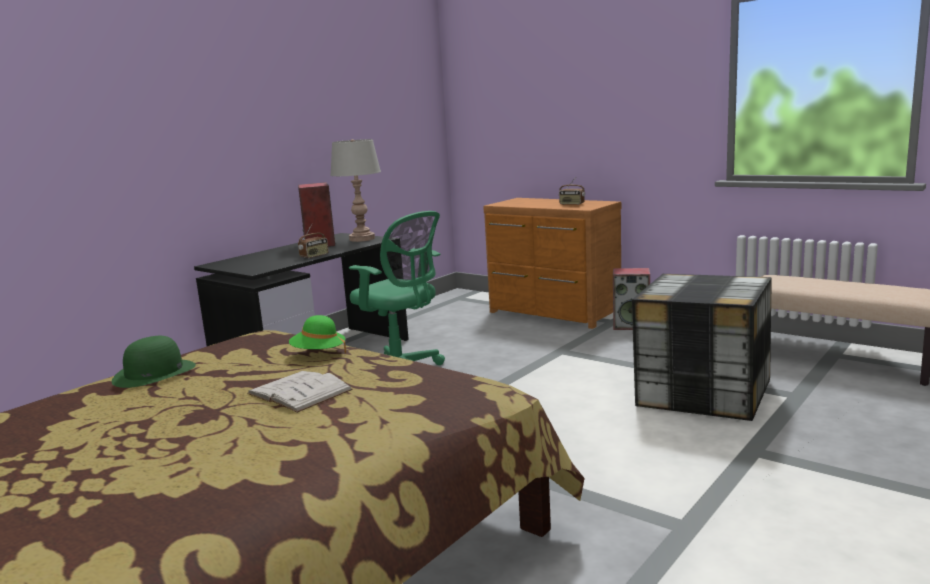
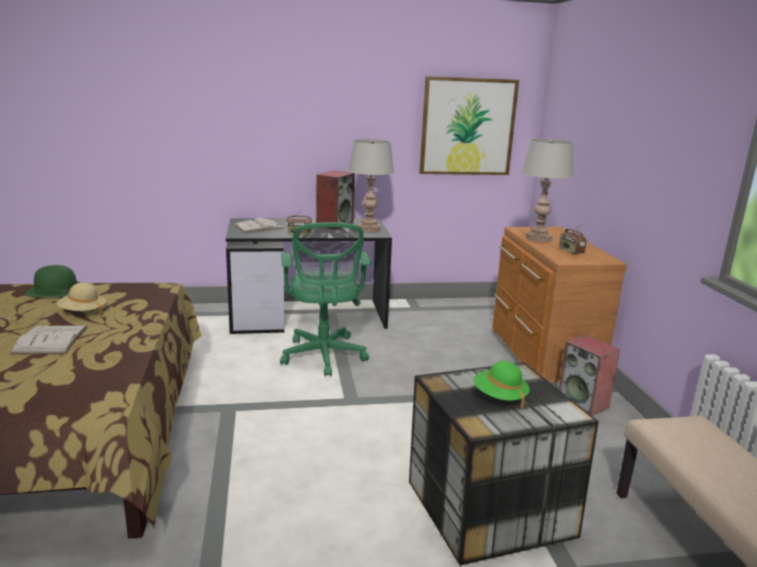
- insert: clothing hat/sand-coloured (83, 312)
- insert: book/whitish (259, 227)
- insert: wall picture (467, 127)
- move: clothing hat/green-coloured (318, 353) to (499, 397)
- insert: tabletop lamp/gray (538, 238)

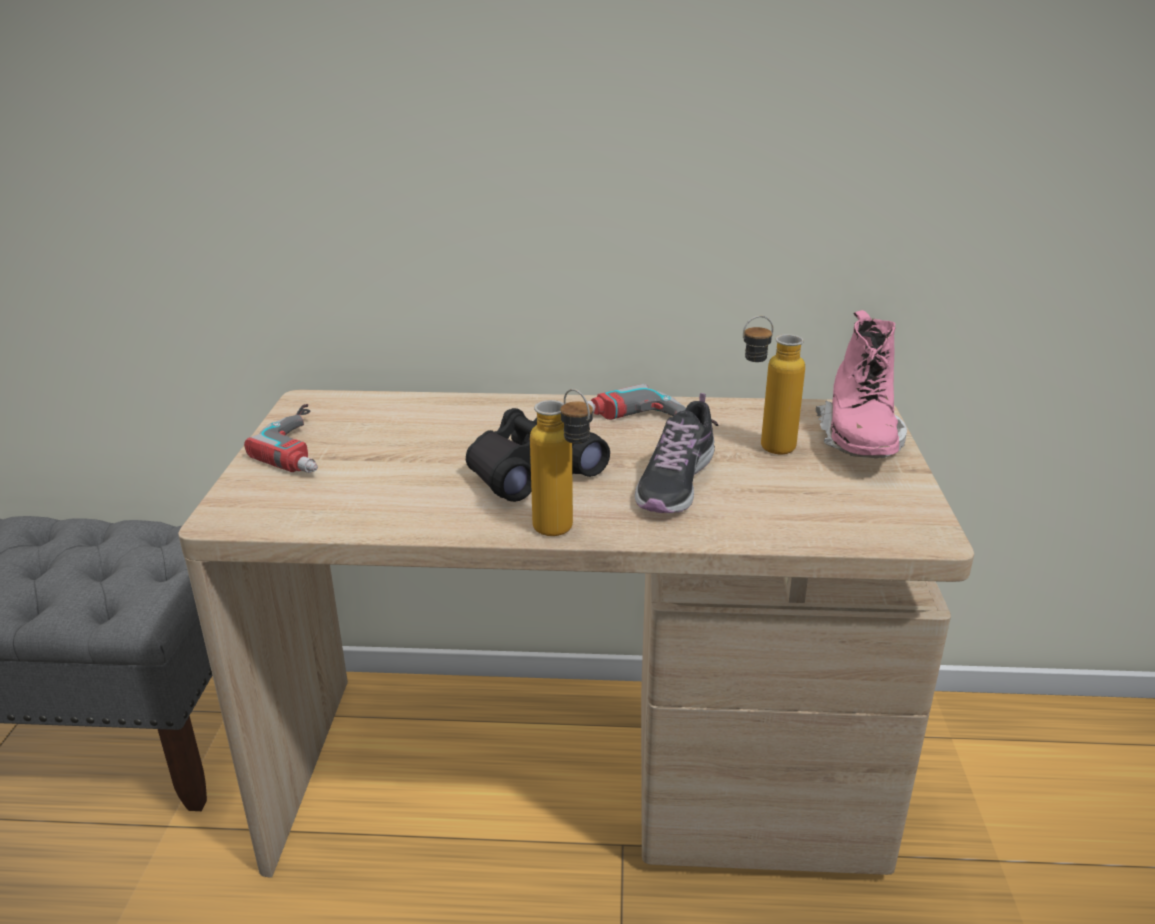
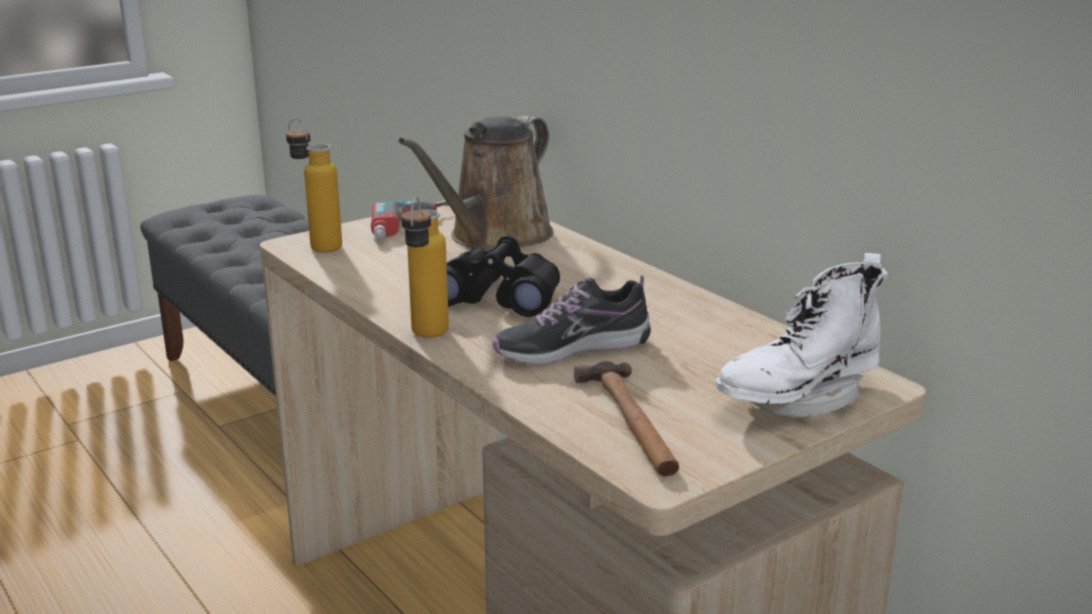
- move: drink bottle (764, 449) to (317, 245)
- insert: watering pot/brown-coloured (494, 237)
- insert: hand hammer (630, 422)
- recolor: tall boot/pink-coloured (859, 442) to tall boot/whitish (797, 399)
- delete: electric drill (643, 425)

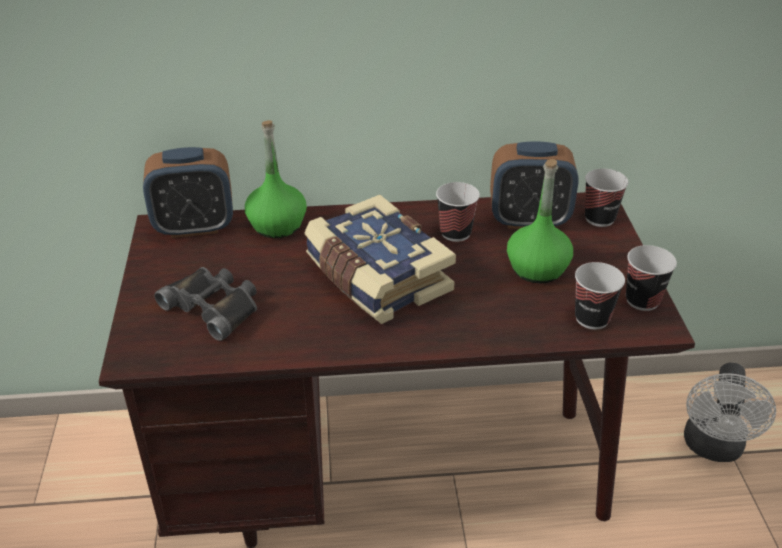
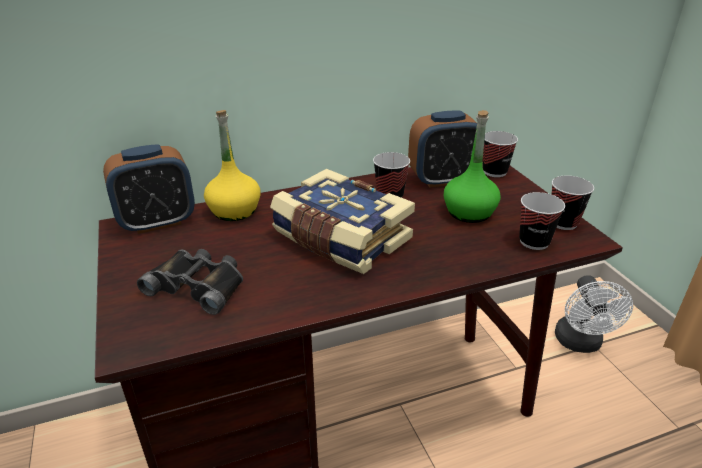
- recolor: drink bottle/green-coloured (277, 225) to drink bottle/yellowish (234, 211)

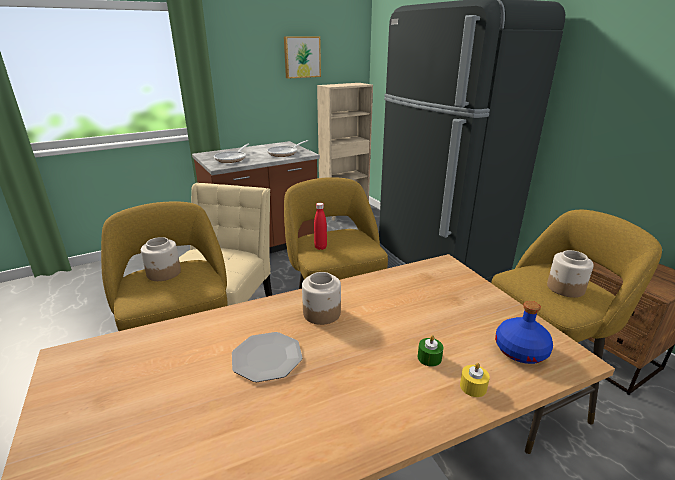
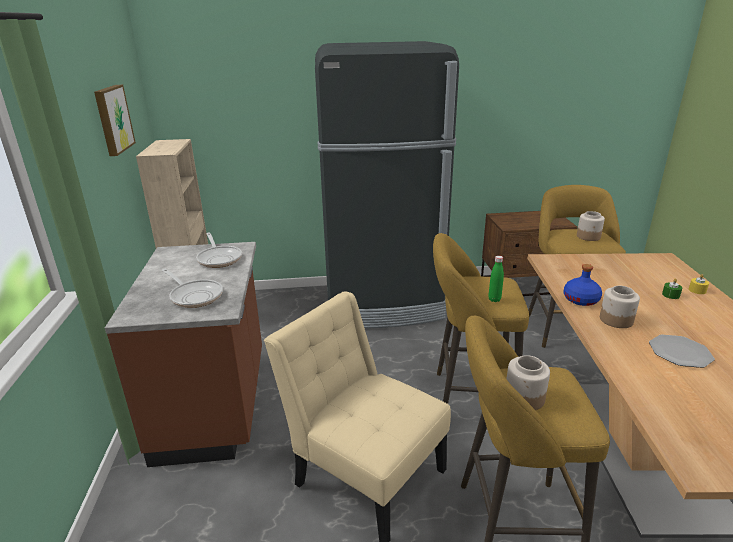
- recolor: drink bottle/red (320, 247) to drink bottle/green-coloured (494, 299)
- move: drink bottle/blue-coloured (521, 351) to (581, 300)

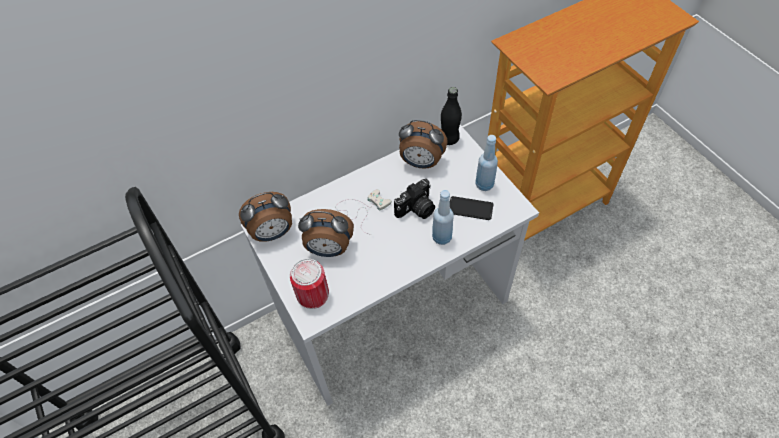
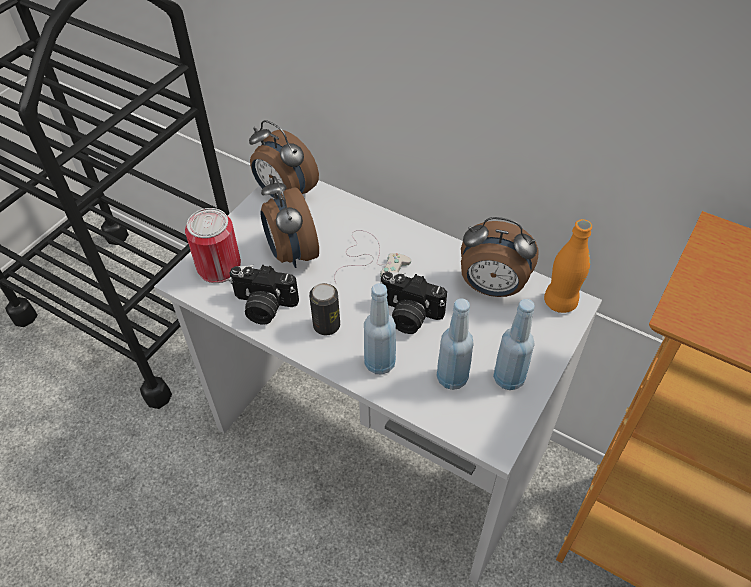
- insert: still camera (263, 307)
- insert: metal can (326, 325)
- replace: handset (470, 208) to drink bottle/blue-coloured (452, 378)
- rotate: table clock (421, 163) = (492, 288) 60 degrees counterclockwise
- recolor: drink bottle/blackish (449, 139) to drink bottle/orange-coloured (560, 302)

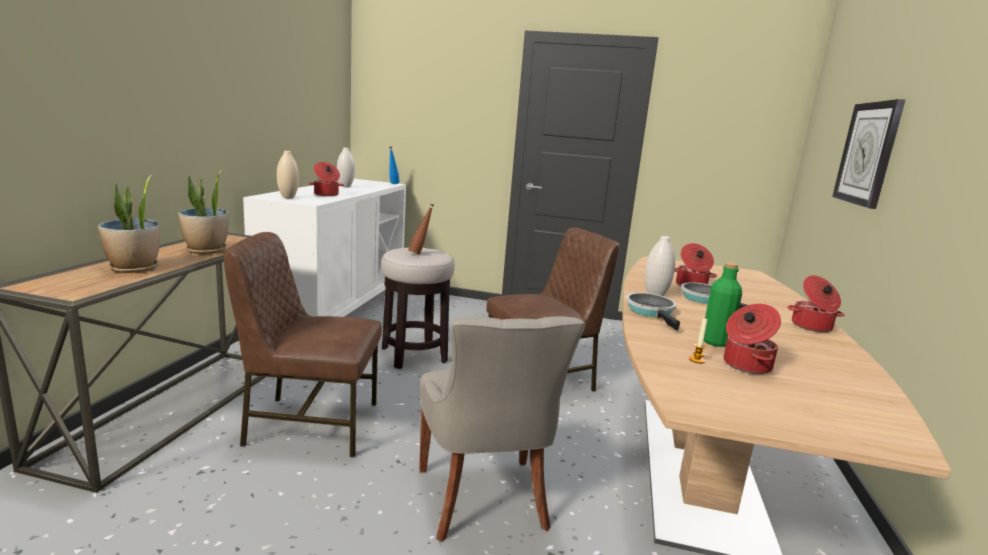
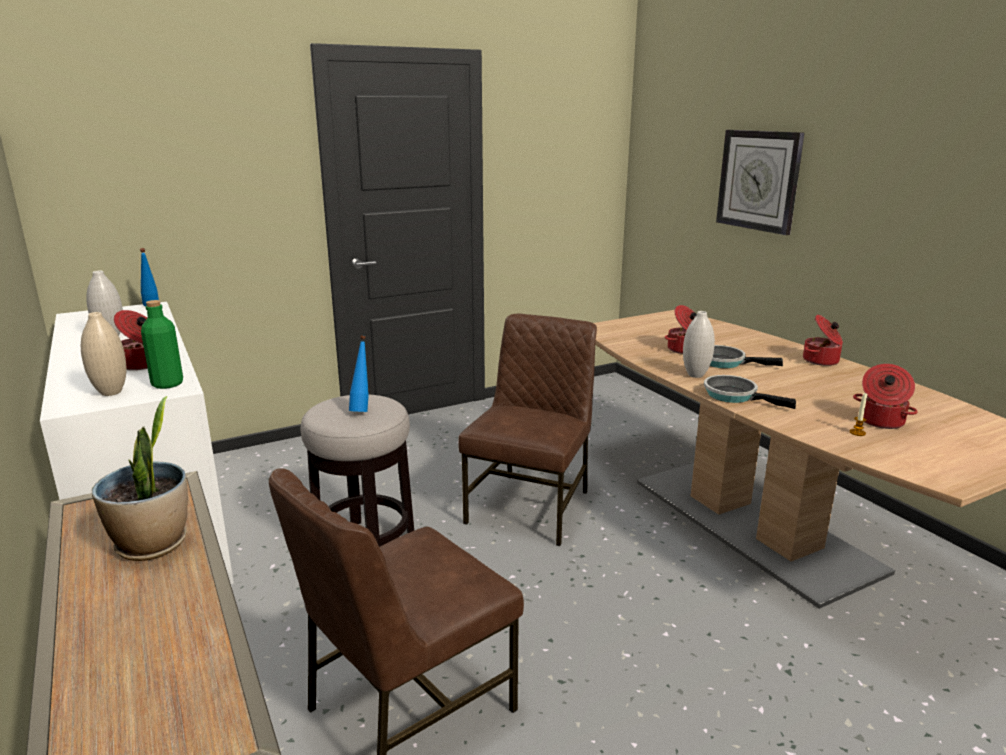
- move: drink bottle/green-coloured (715, 342) to (167, 384)
- recolor: drink bottle/brown-coloured (420, 253) to drink bottle/blue-coloured (362, 410)
- delete: potted plant (134, 268)
- delete: plain chair/gray (483, 500)

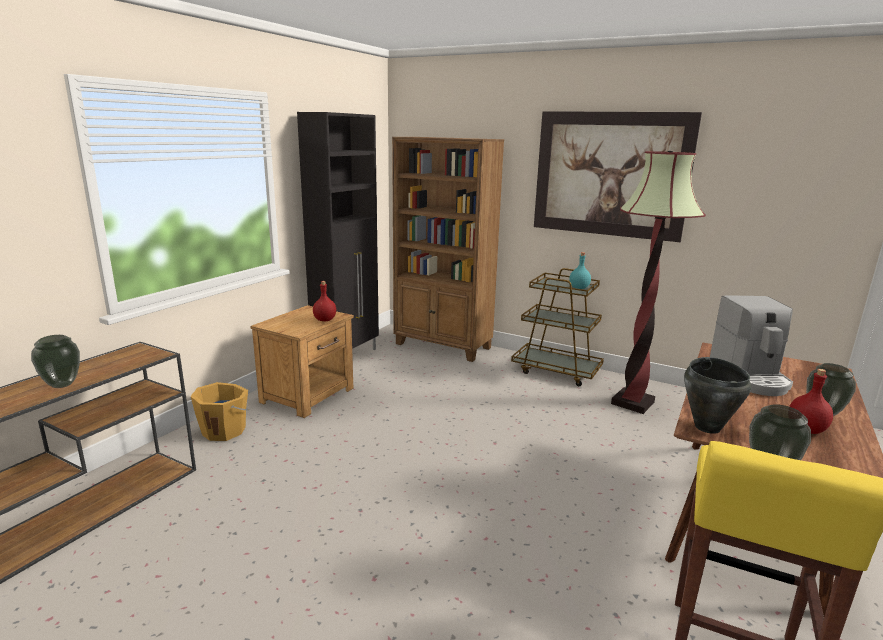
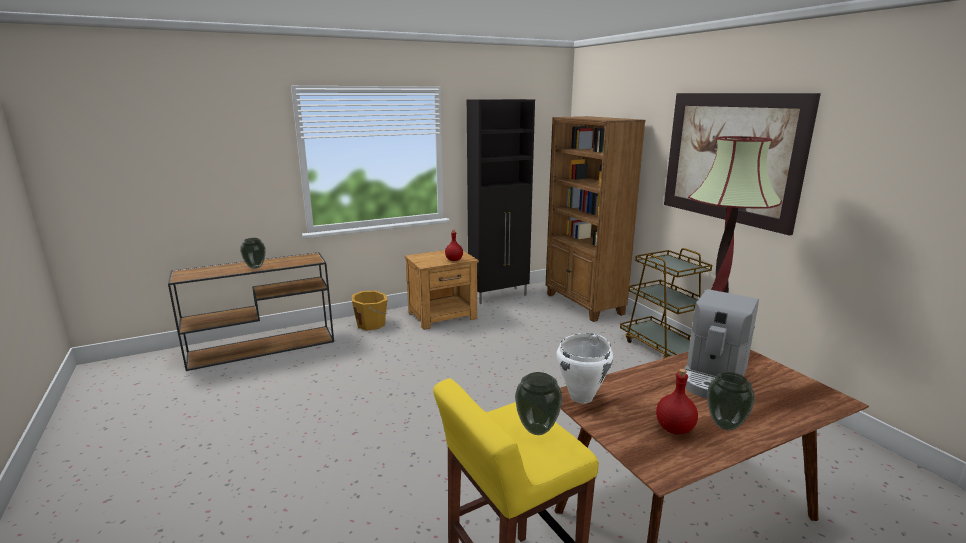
- recolor: cooking pot/blackish (707, 427) to cooking pot/whitish (582, 397)
- delete: drink bottle/turquoise-coloured (579, 288)

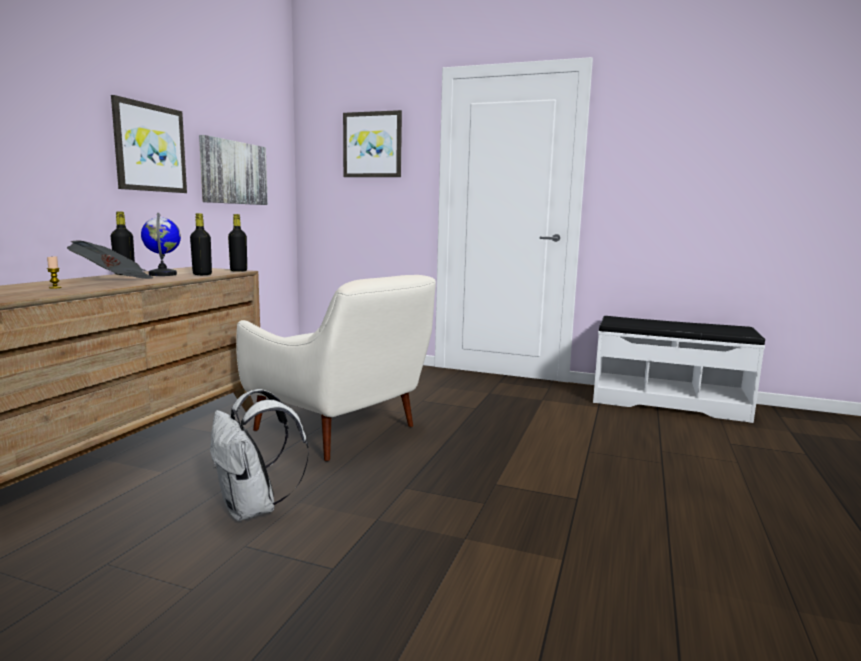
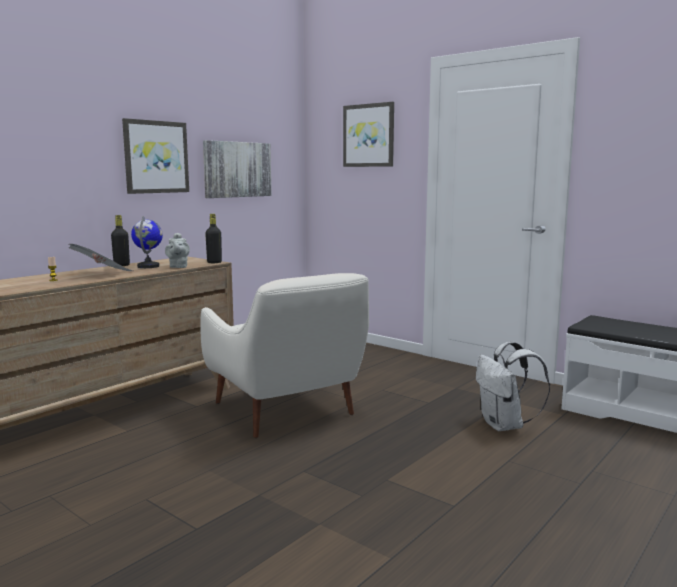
- replace: drink bottle/blackish (202, 274) to pot for tea/gray (178, 267)
- move: rucksack/whitish (253, 509) to (505, 426)

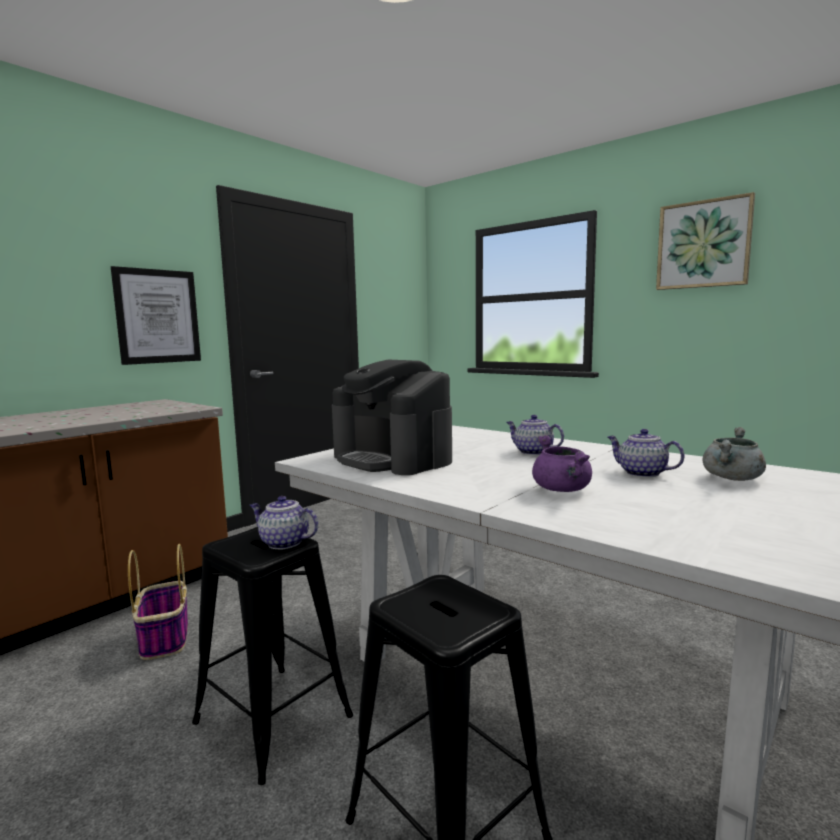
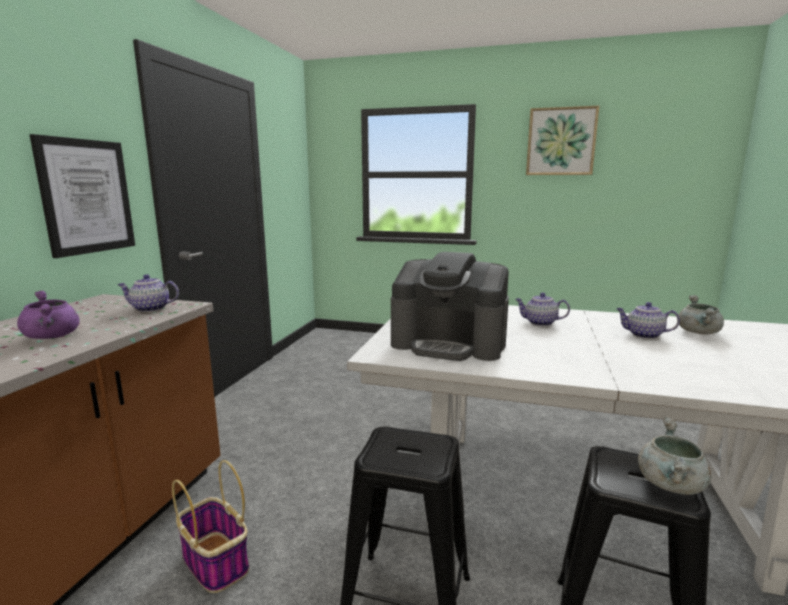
- move: cooking pot/purple (563, 490) to (53, 337)
- move: pot for tea (283, 543) to (150, 309)
- insert: cooking pot/gray (671, 485)

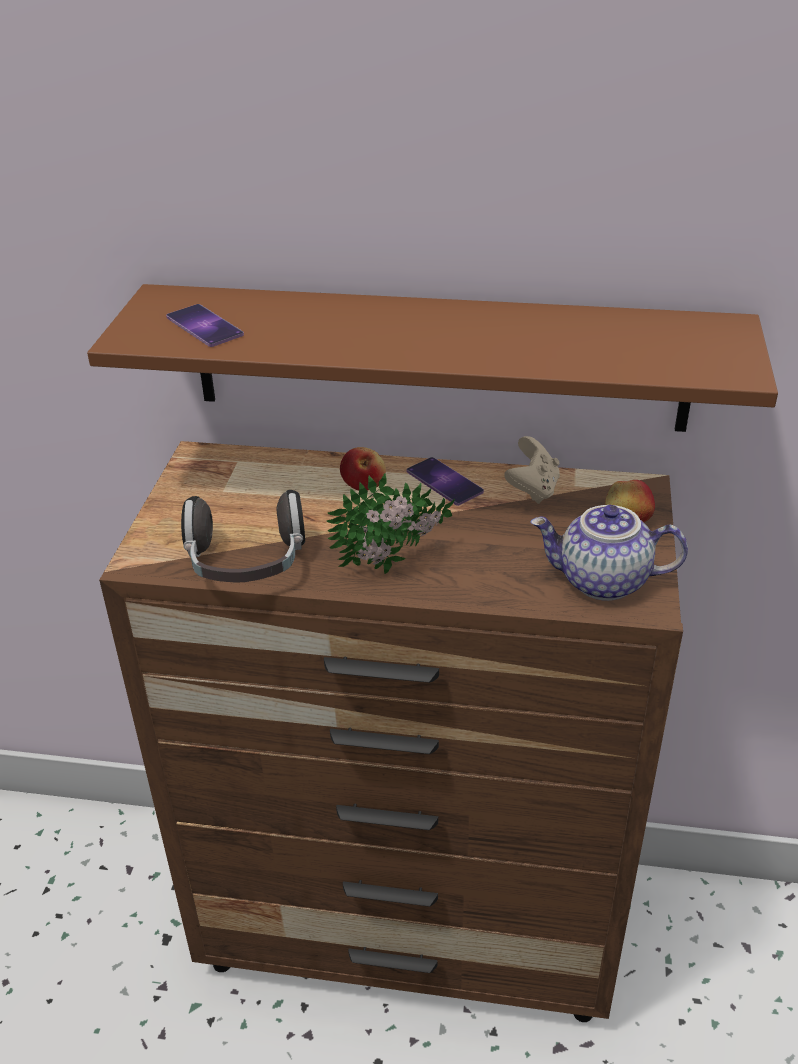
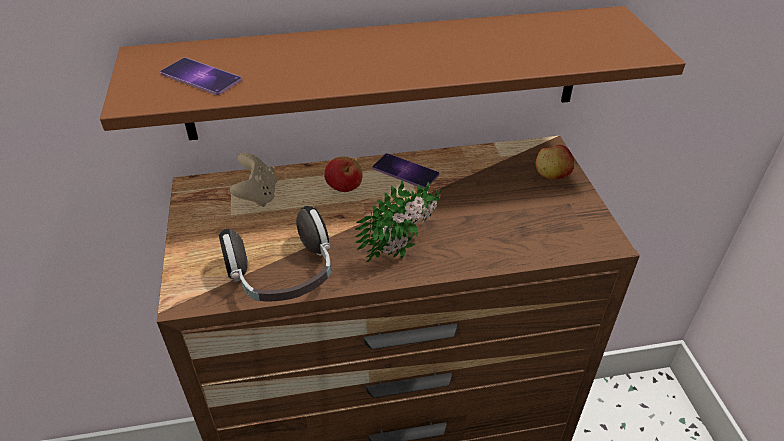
- move: joypad/sand-coloured (532, 490) to (257, 195)
- delete: pot for tea (602, 582)

